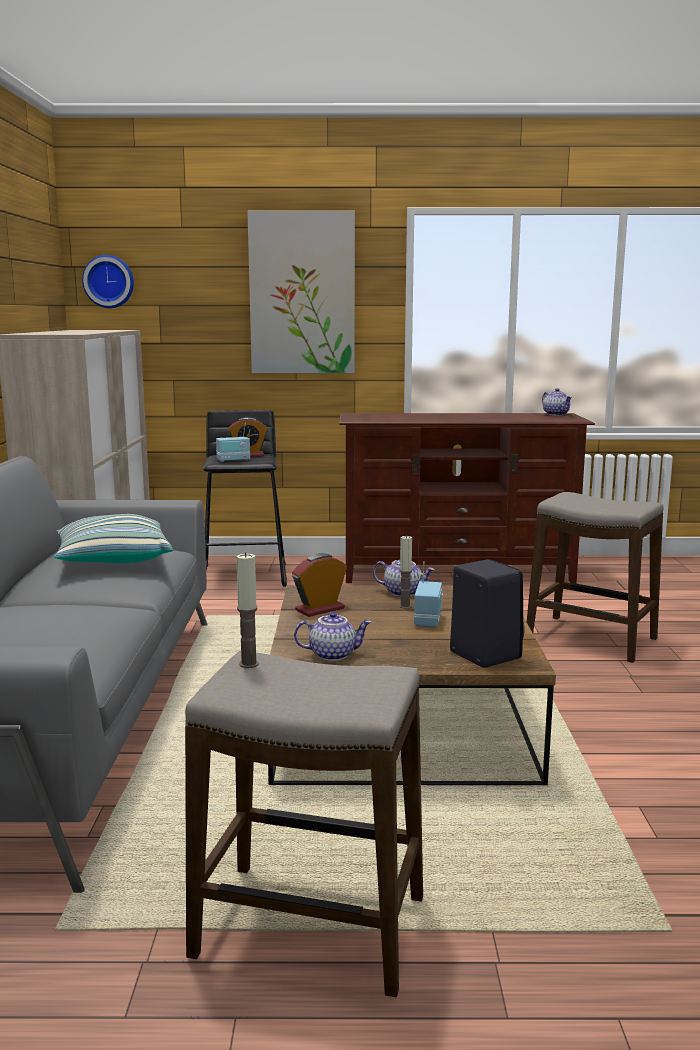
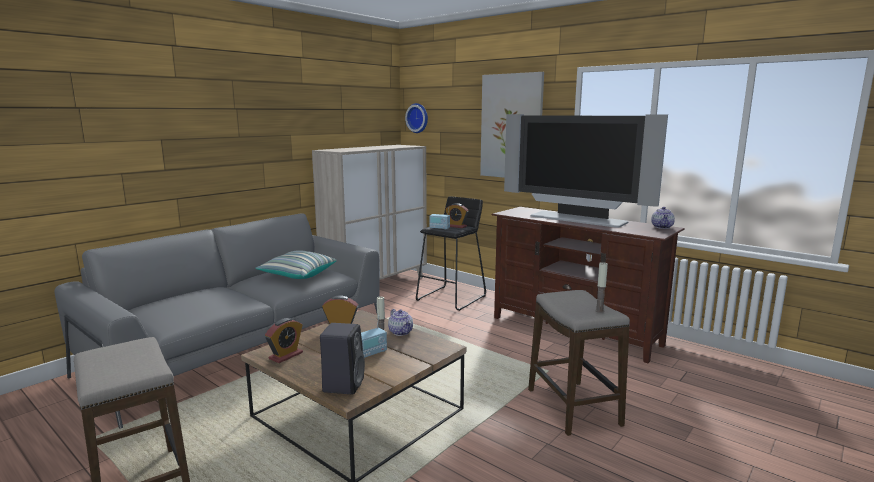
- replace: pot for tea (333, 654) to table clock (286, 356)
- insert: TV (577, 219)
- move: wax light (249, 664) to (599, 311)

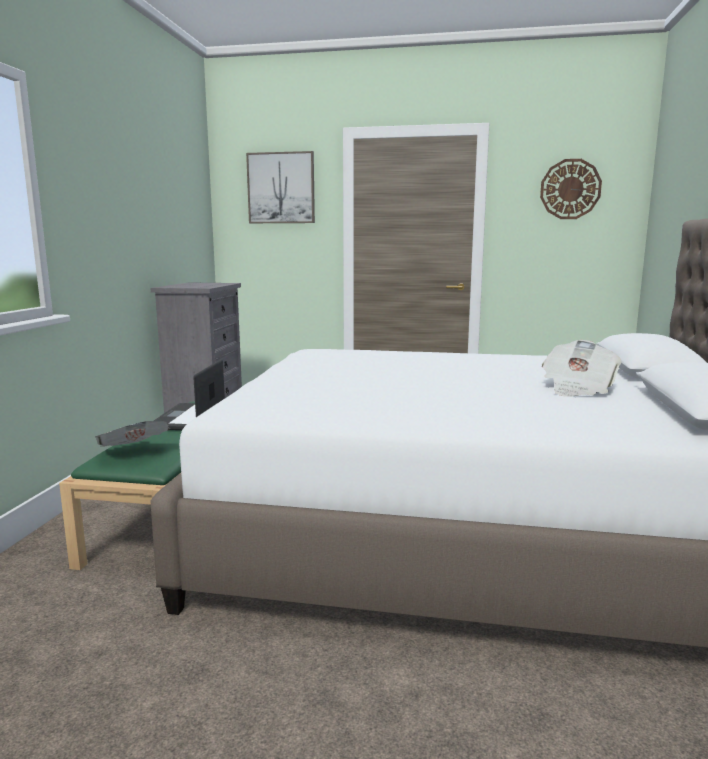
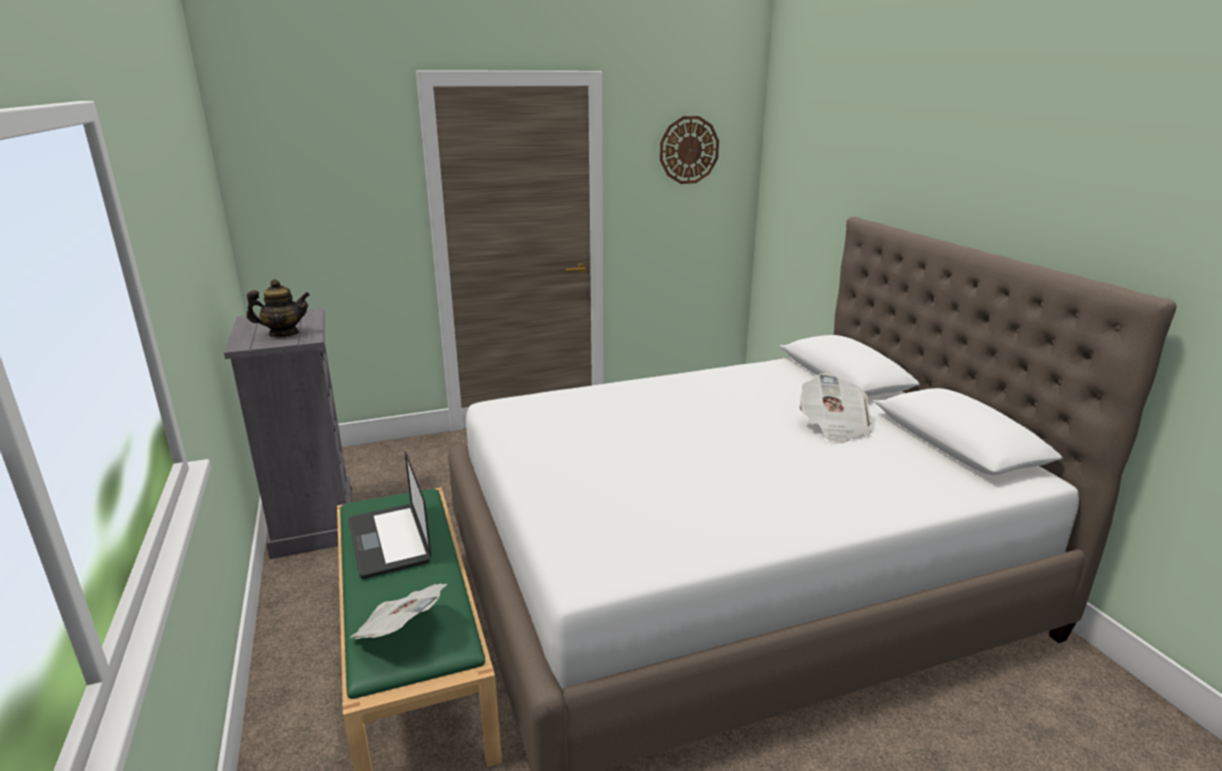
- insert: pot for tea (284, 334)
- delete: wall picture (281, 188)

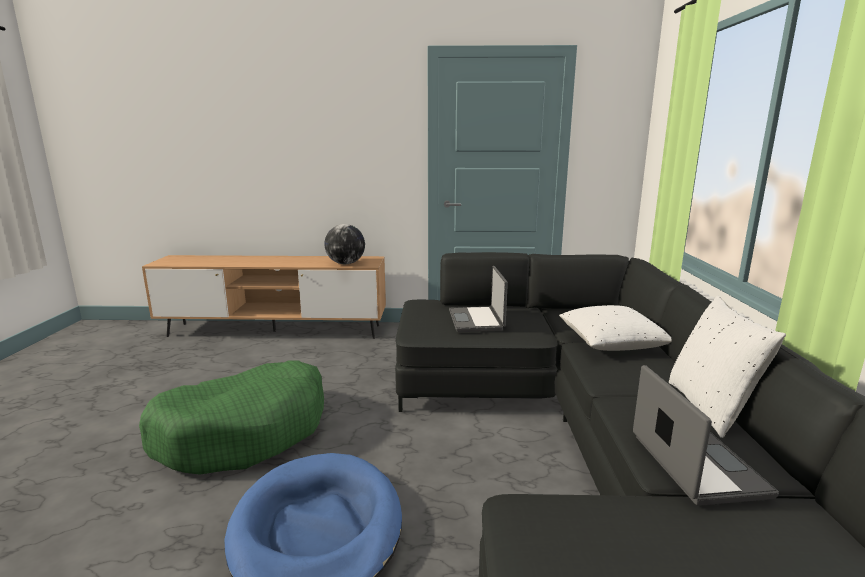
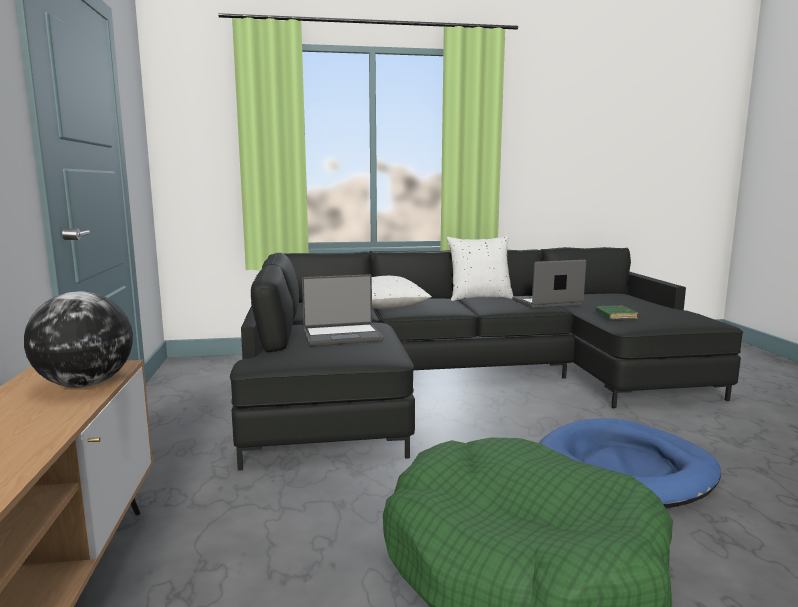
- insert: book/green-coloured (615, 316)

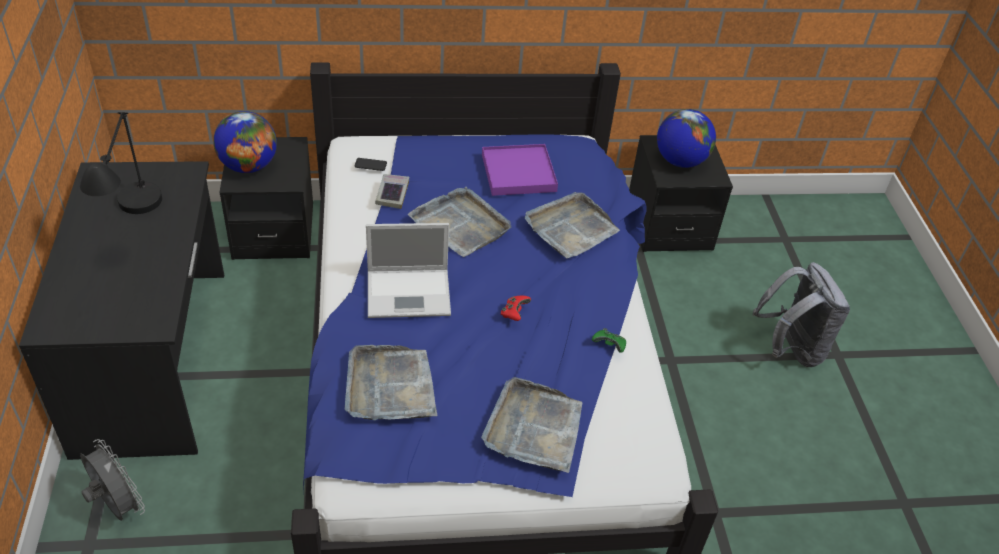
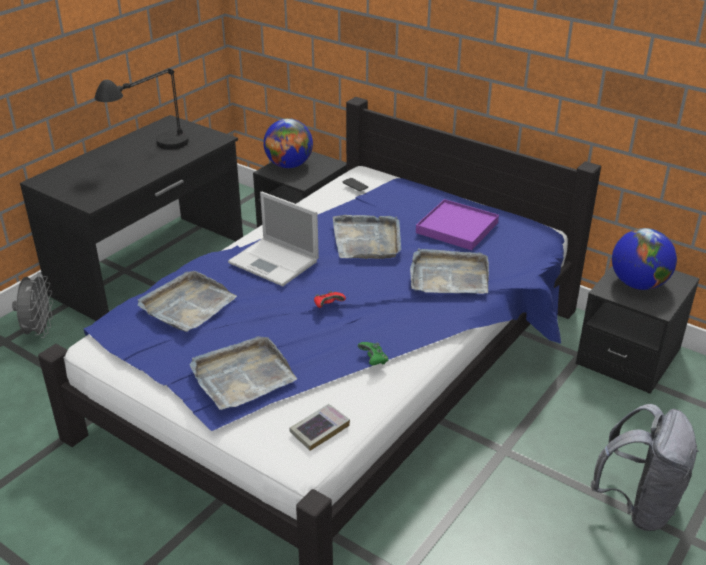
- move: book (392, 194) to (319, 430)

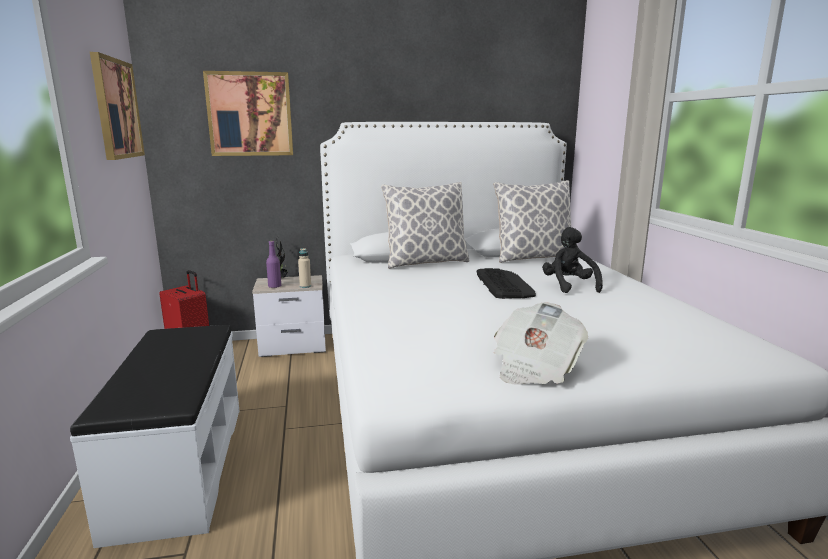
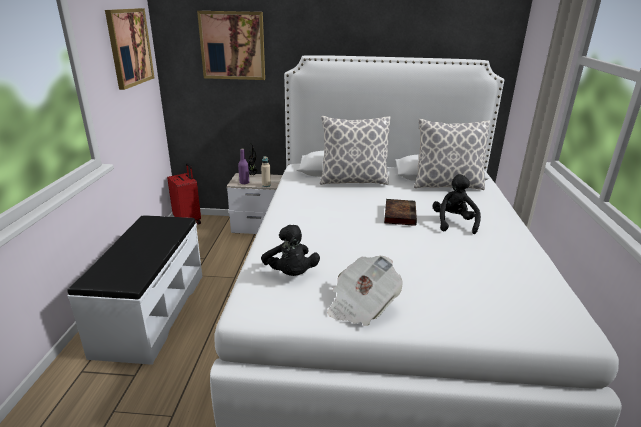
- insert: cuddly toy/blackish (291, 274)
- replace: keyboard (504, 284) to book (399, 214)

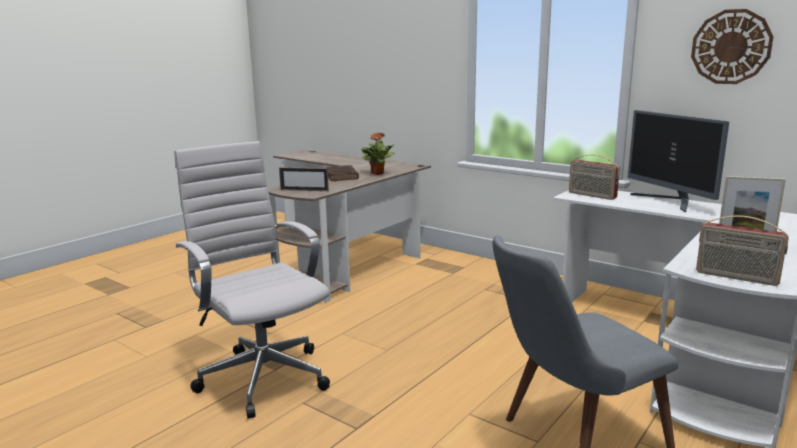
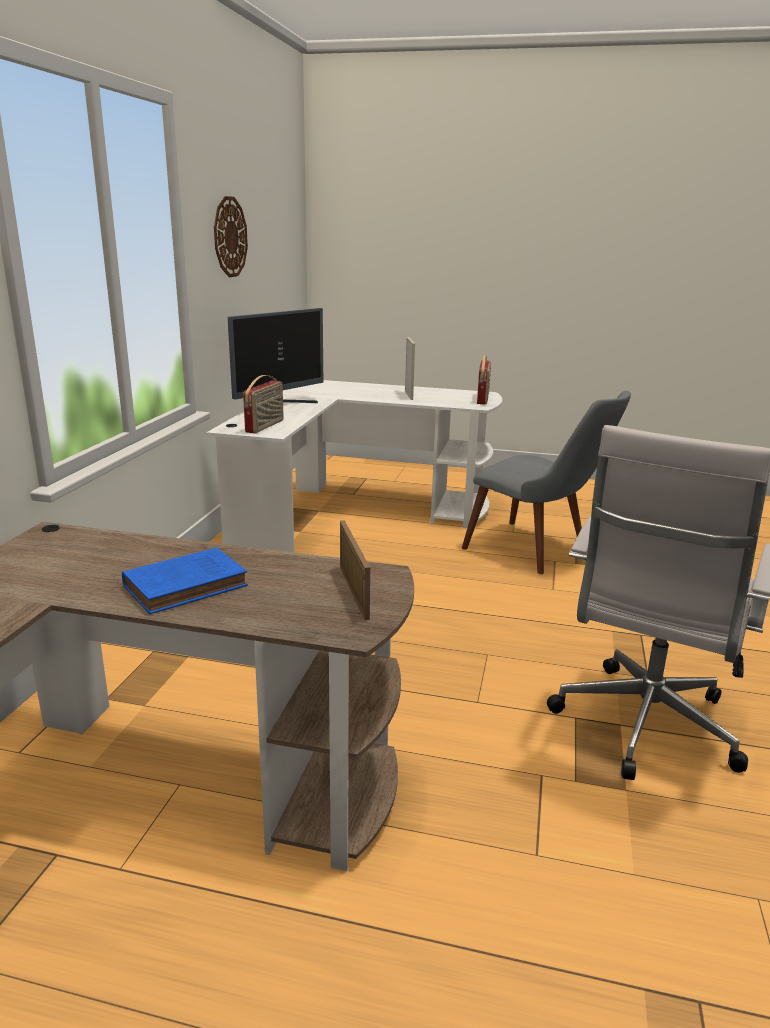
- recolor: book/brown-coloured (341, 176) to book/blue-coloured (188, 585)
- delete: potted plant (377, 173)

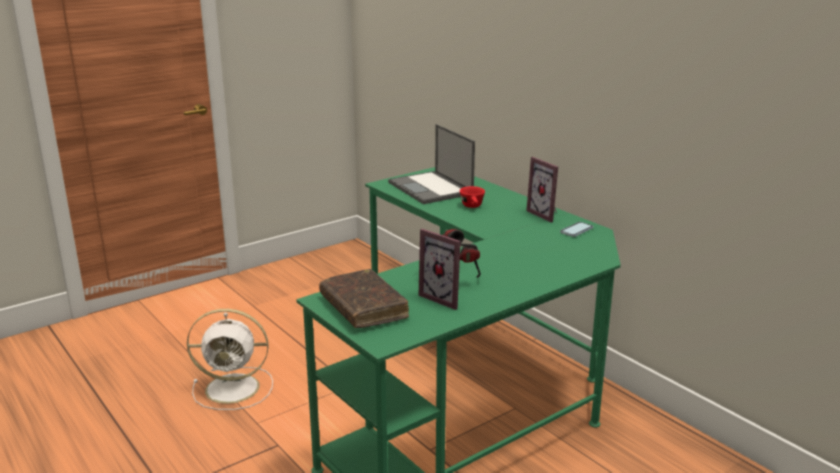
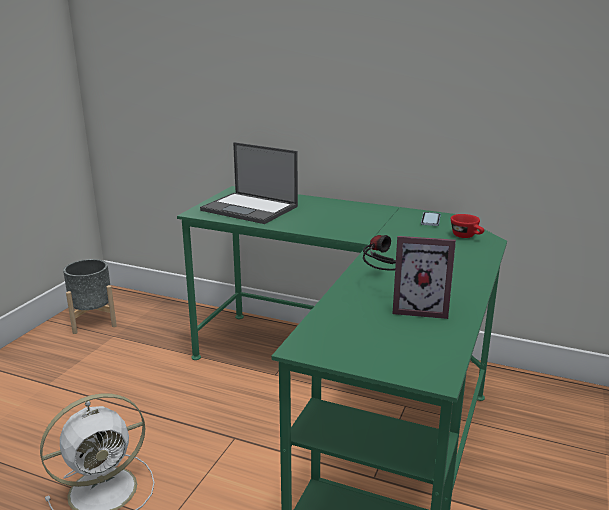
- insert: plant pot/gray (93, 321)
- move: cup/red (473, 206) to (467, 236)
- delete: book/brown-coloured (363, 308)
- delete: picture frame (546, 214)

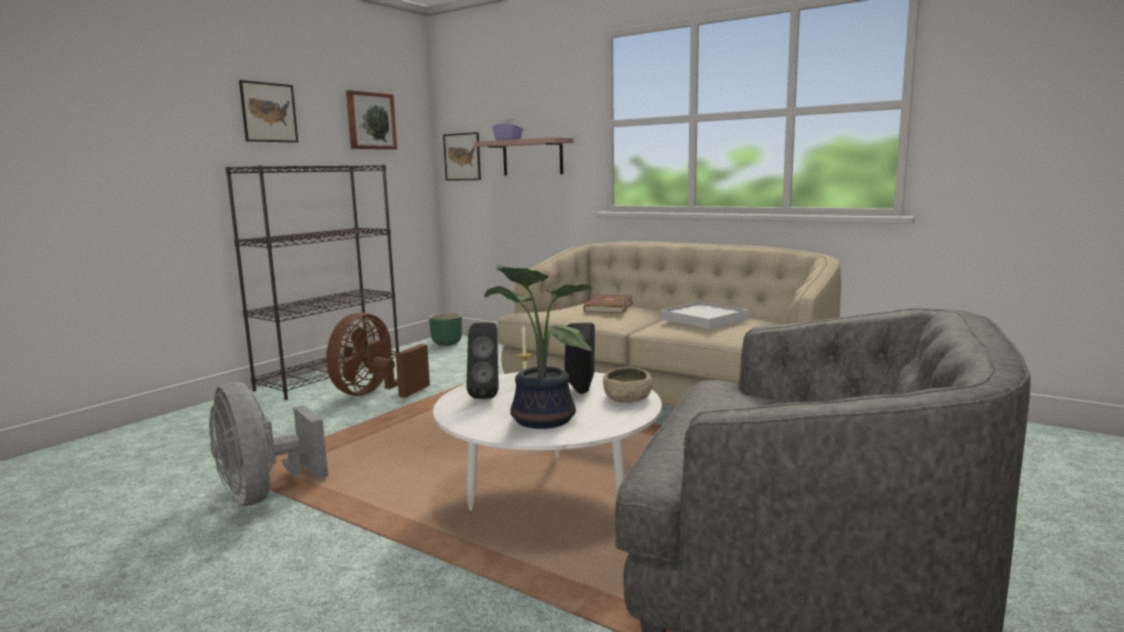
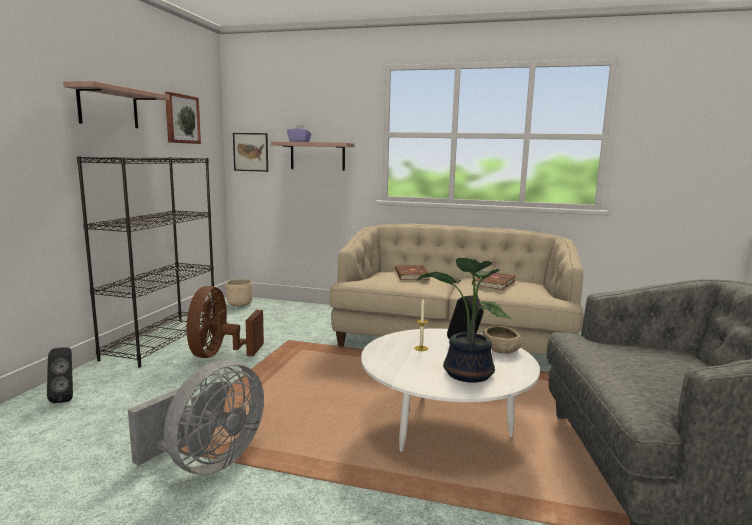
- move: speaker/blackish (486, 394) to (65, 397)
- replace: wall picture (269, 112) to shelf (108, 107)
- rotate: electric fan/gray (263, 494) = (207, 463) 90 degrees counterclockwise
- recolor: plant pot/green-coloured (447, 343) to plant pot/sand-coloured (240, 304)
- replace: carrying tray/whitish (703, 319) to book/brown-coloured (493, 283)

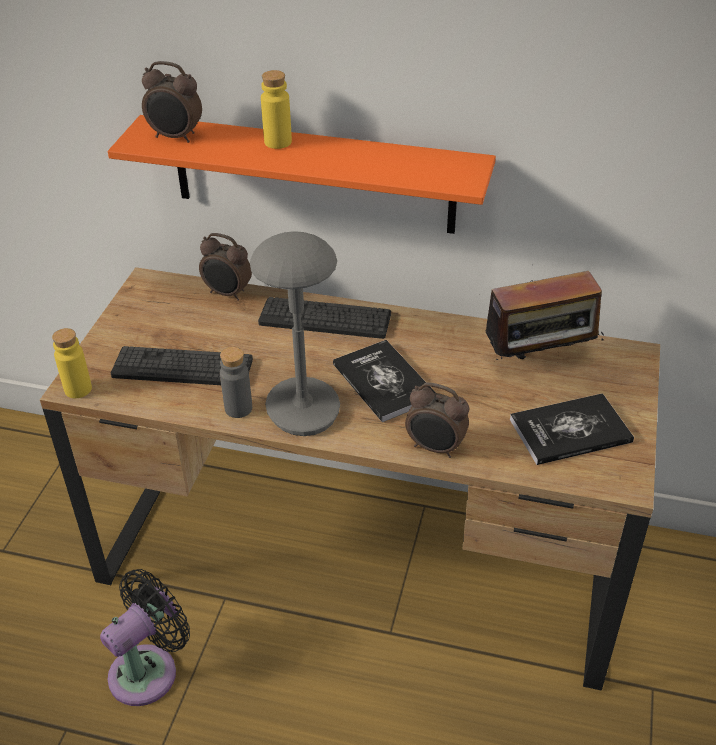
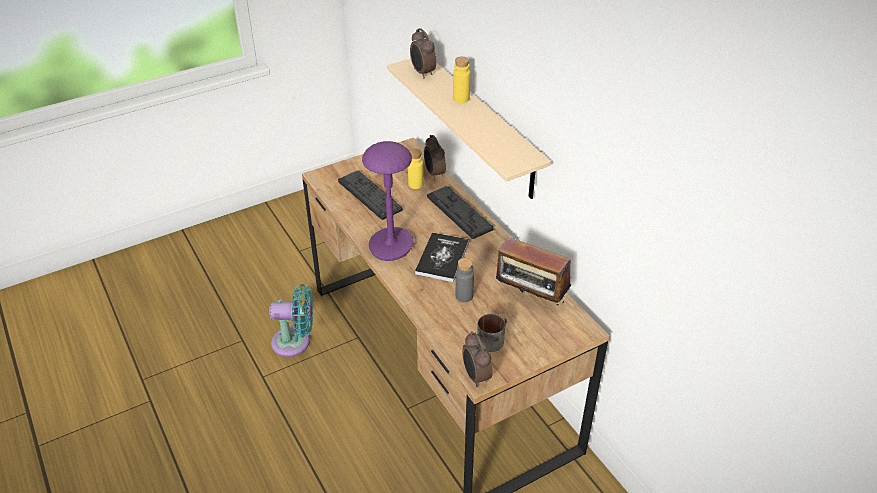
- recolor: electric fan/blackish (149, 670) to electric fan/turquoise-coloured (295, 342)
- recolor: tabletop lamp/gray (303, 409) to tabletop lamp/purple (391, 246)
- recolor: shelf/orange-coloured (313, 175) to shelf/sand-coloured (482, 127)
- move: drink bottle/yellowish (78, 389) to (415, 184)
- move: drink bottle/gray (238, 408) to (464, 296)
- move: table clock (435, 448) to (475, 376)
- replace: book (570, 431) to coffee mug (492, 339)

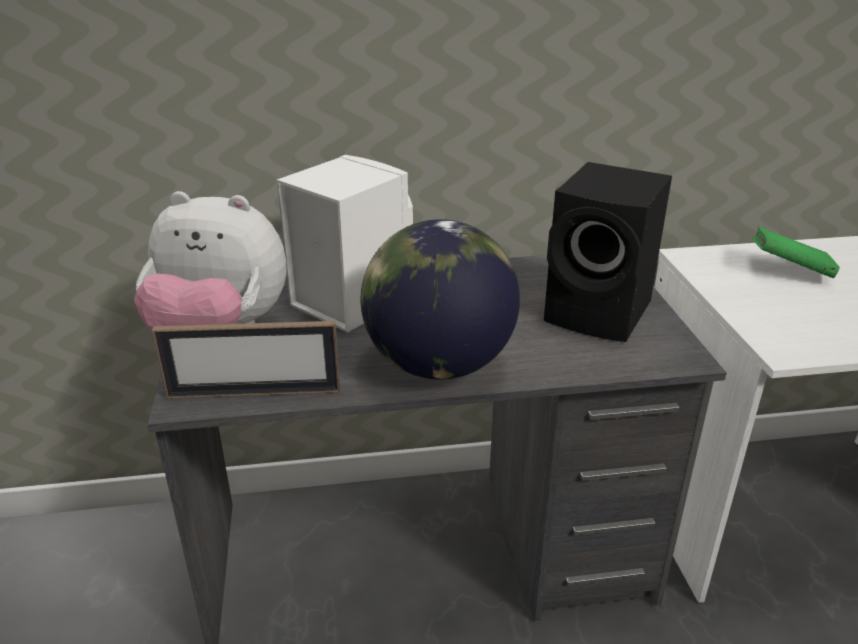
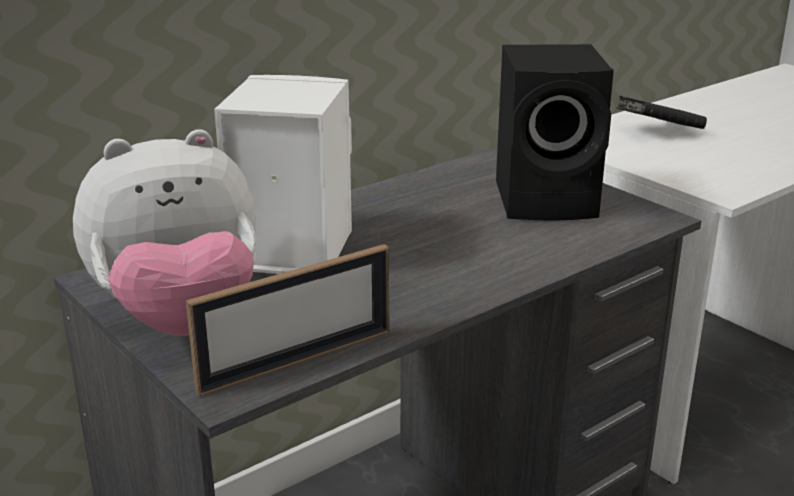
- recolor: book/green-coloured (789, 270) to book/blackish (658, 132)
- delete: world globe (439, 366)

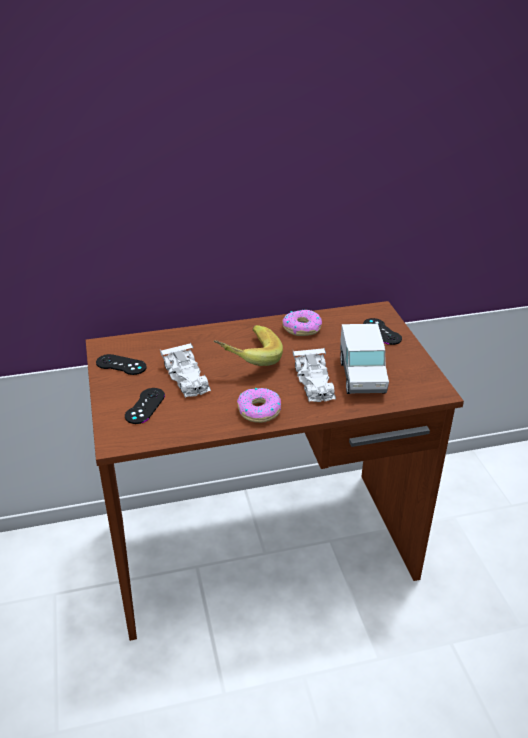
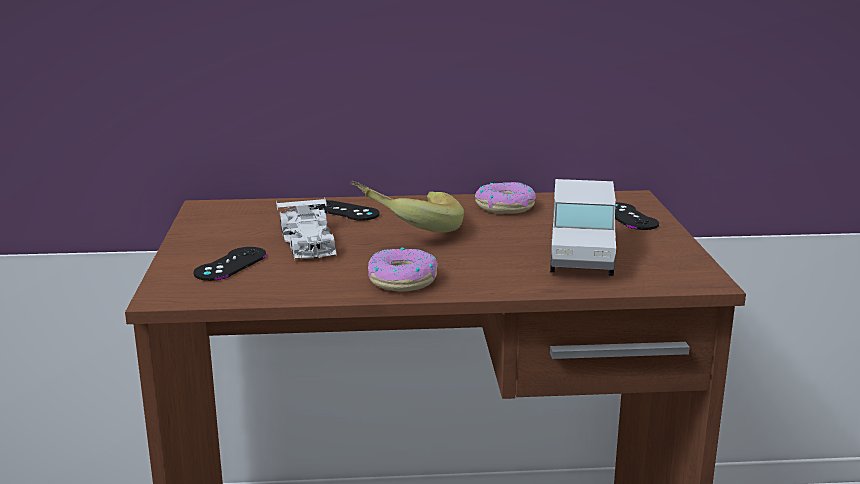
- move: joypad/blackish (121, 365) to (344, 211)
- delete: miniature car/whitish (314, 382)

